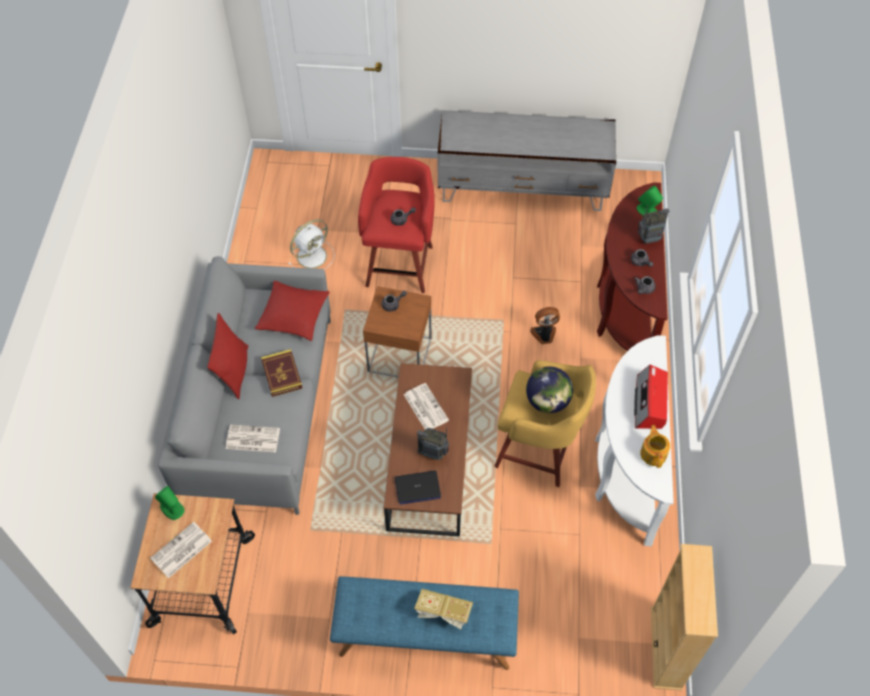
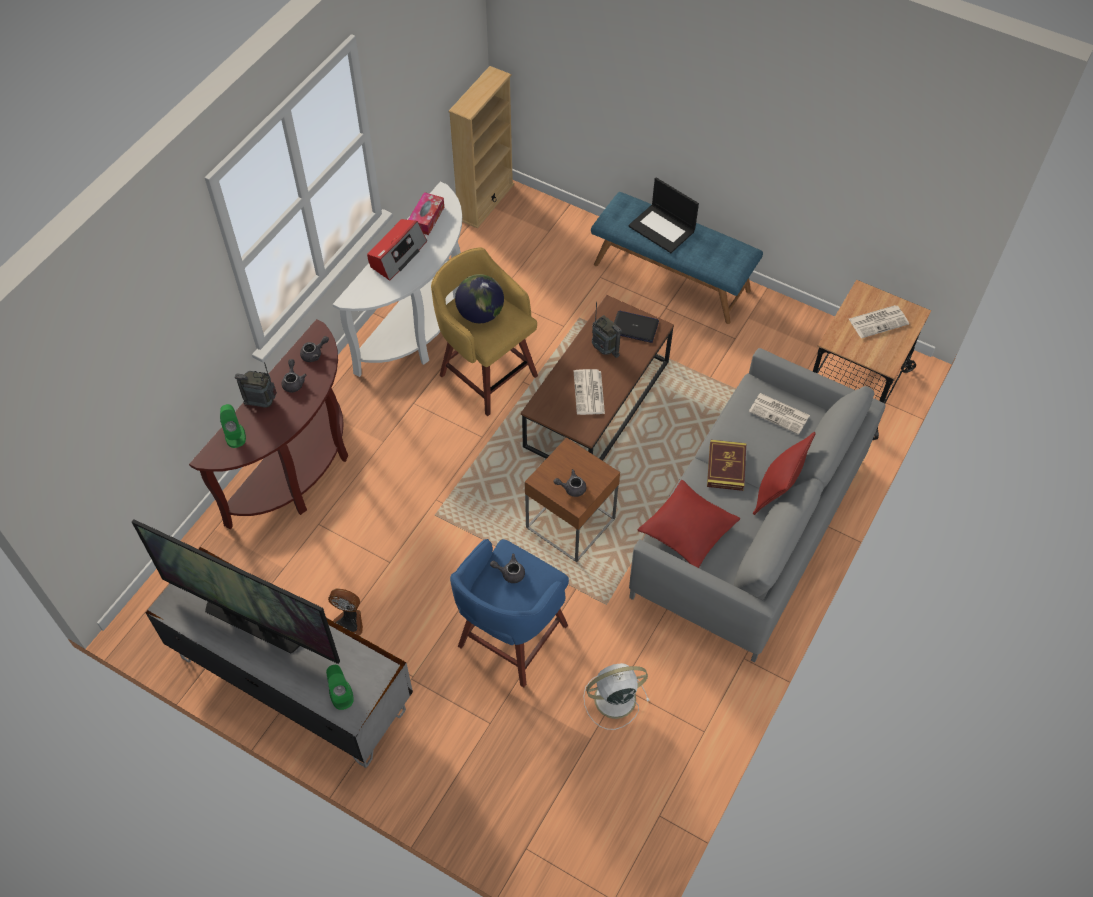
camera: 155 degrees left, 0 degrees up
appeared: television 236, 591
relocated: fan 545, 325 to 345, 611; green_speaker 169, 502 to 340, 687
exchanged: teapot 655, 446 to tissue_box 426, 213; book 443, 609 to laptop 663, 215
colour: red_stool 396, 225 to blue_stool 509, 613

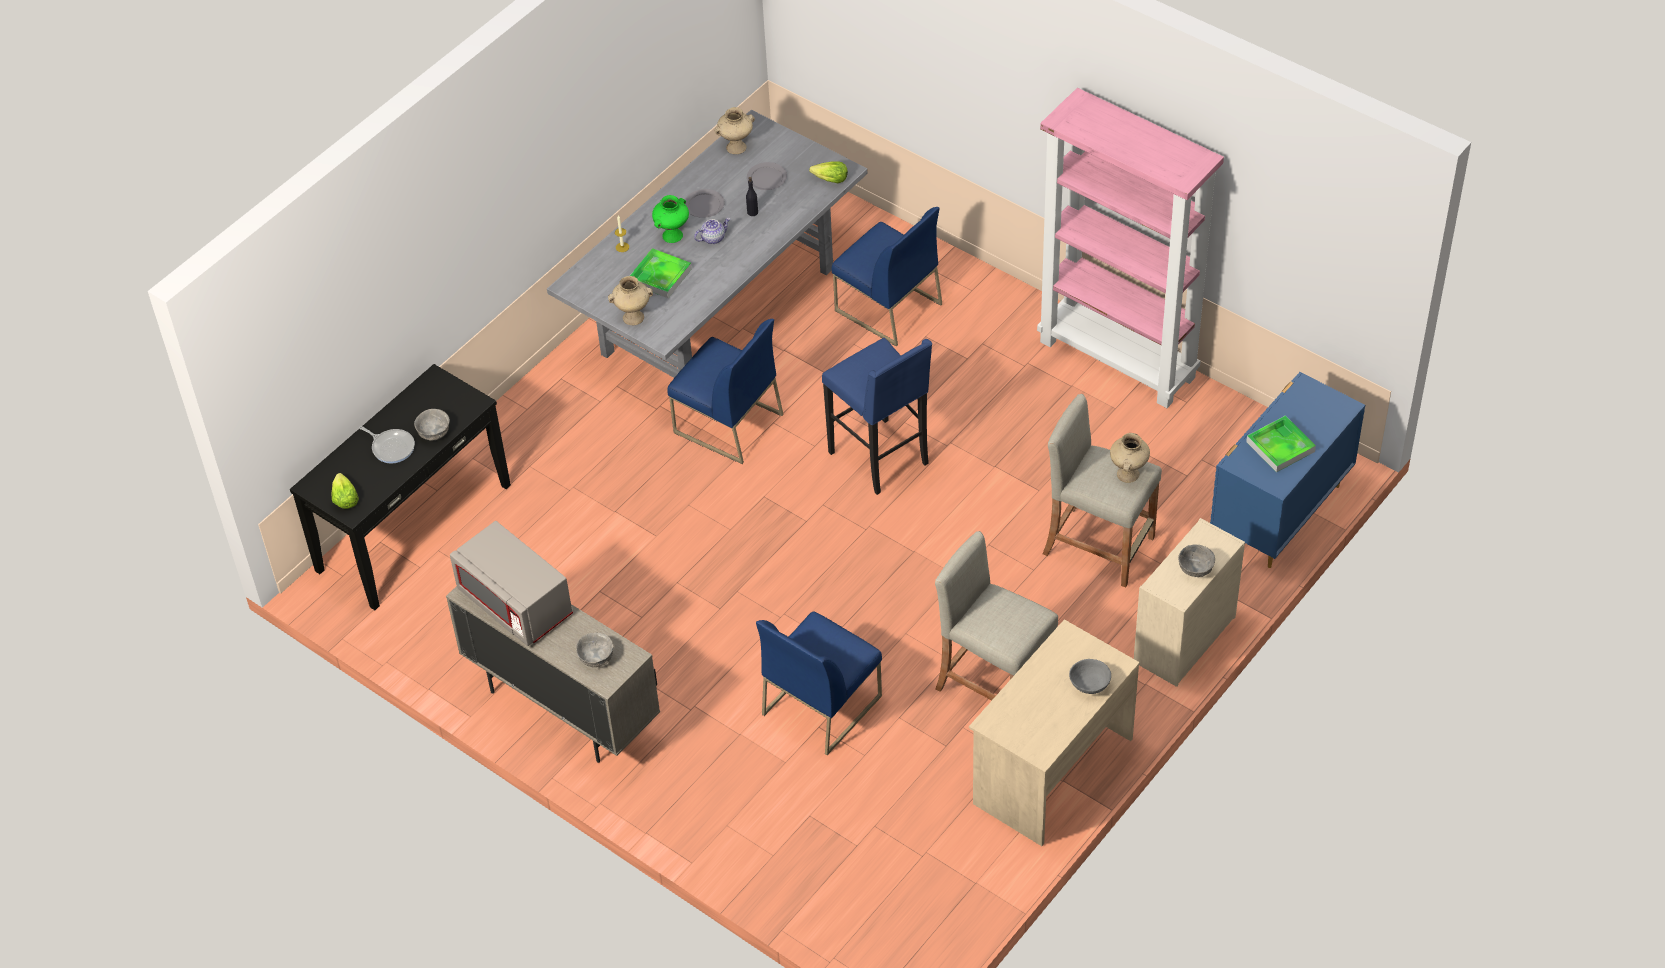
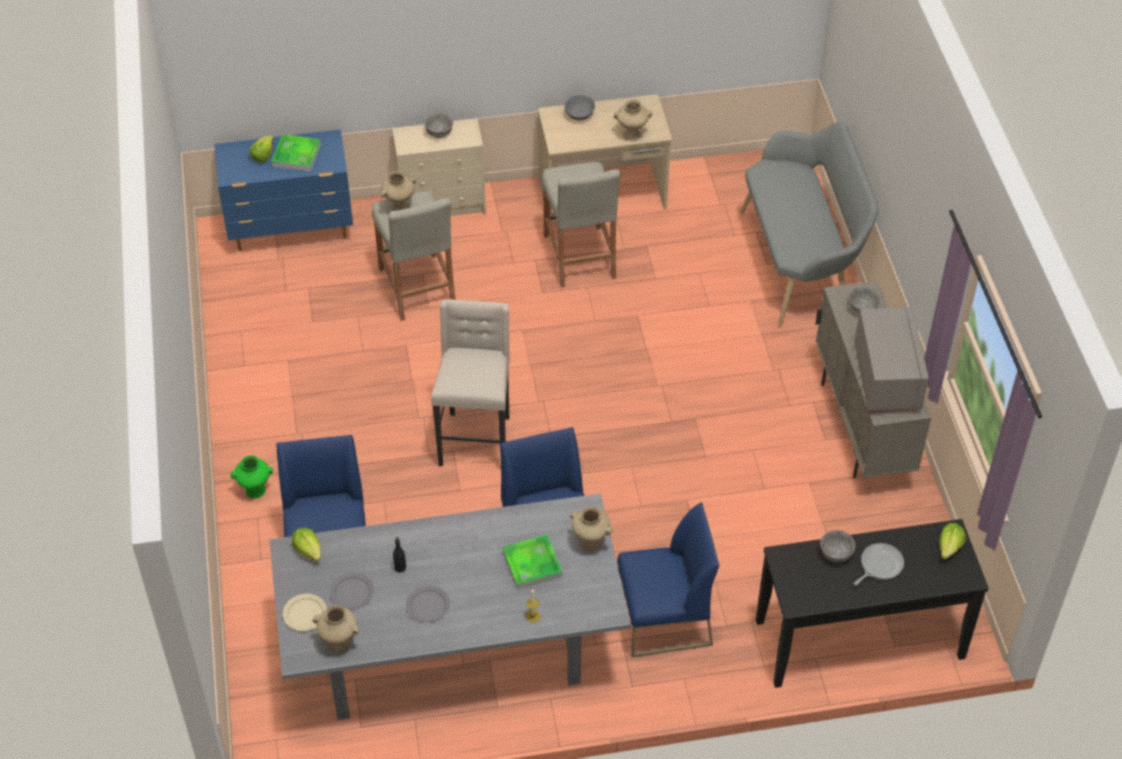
camera: 140 degrees left, 0 degrees up
missing: pink_bookcase 1130, 248; teapot 712, 231
appeared: beige_vase 633, 120; grey_bench 809, 224; lettuce 261, 149; beige_plate 305, 612
relocated: green_vase 670, 219 to 252, 477; blue_chair 819, 683 to 668, 579
colour: blue_stool 877, 416 to beige_stool 470, 382
spun: frying_pan 387, 444 = 879, 564 60 degrees clockwise

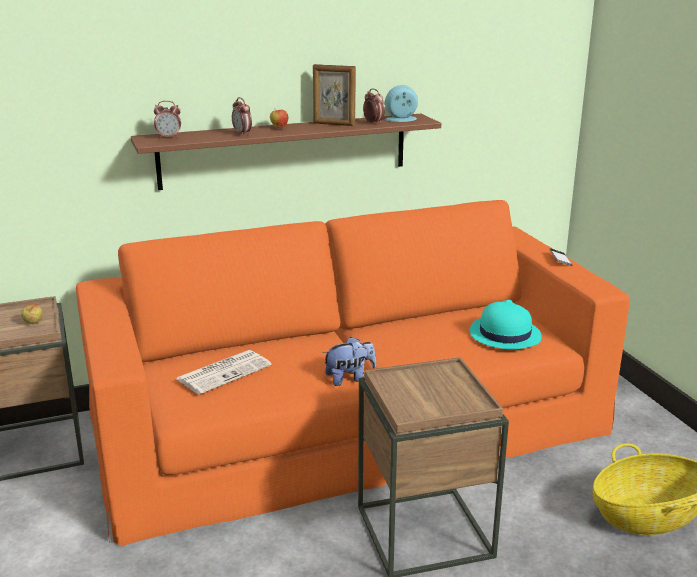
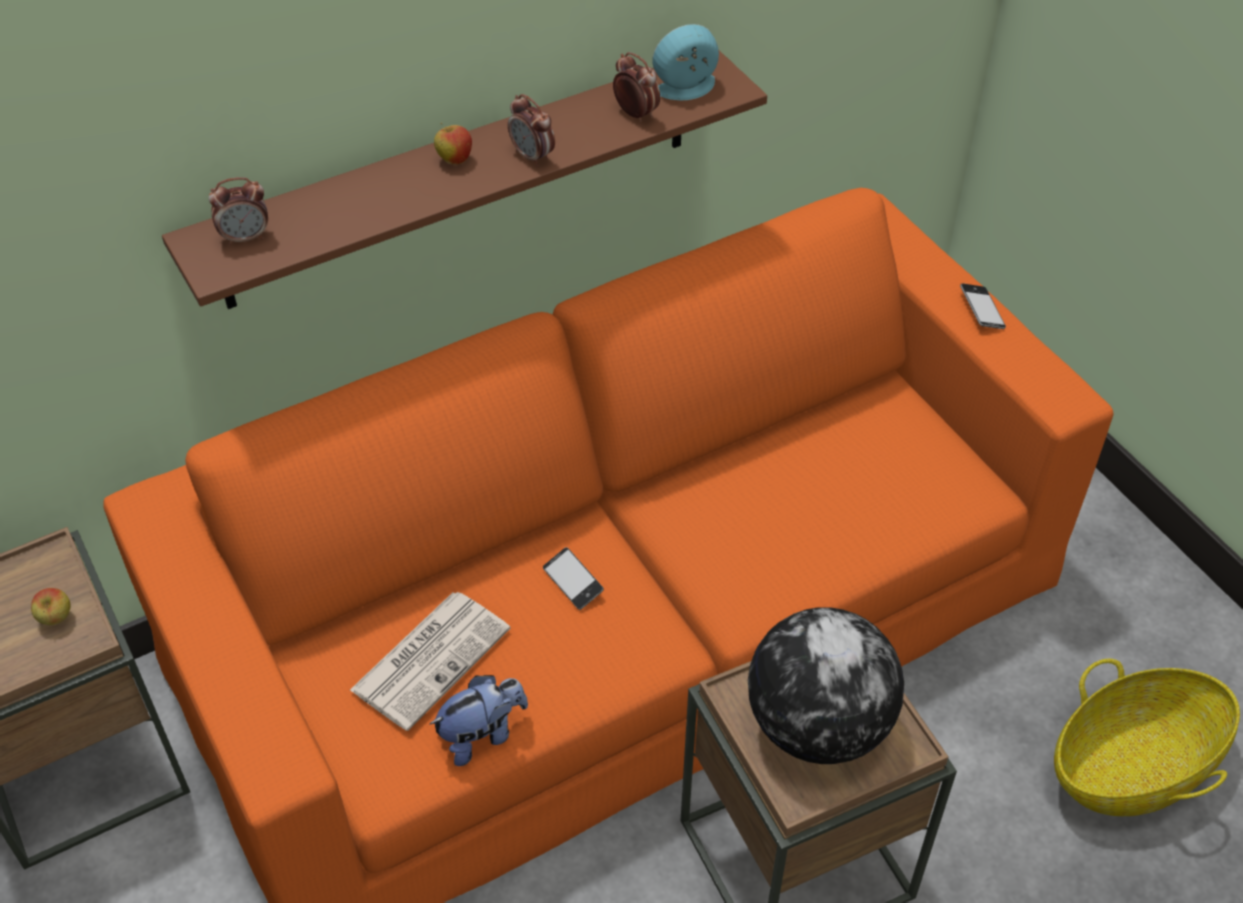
camera: 10 degrees left, 25 degrees up
missing: picture_frame 334, 95; turquoise_hat 505, 324
appeared: phone 573, 578; globe 826, 685
relocated: alarm_clock 242, 116 to 531, 130; plush_toy 349, 361 to 478, 720

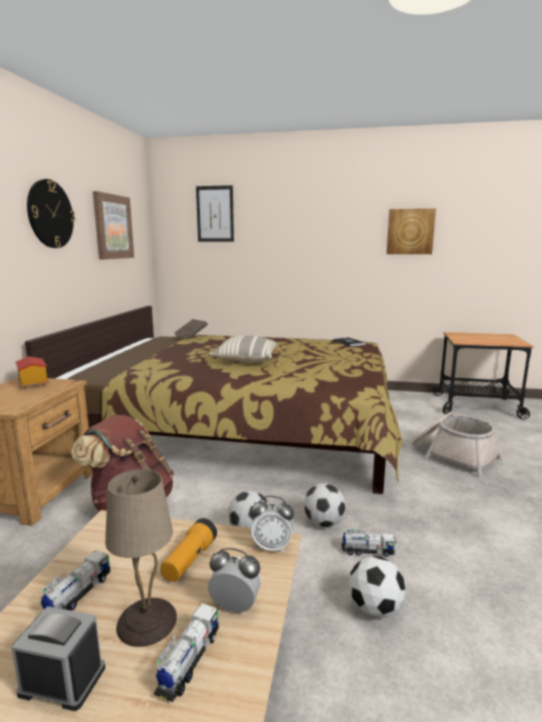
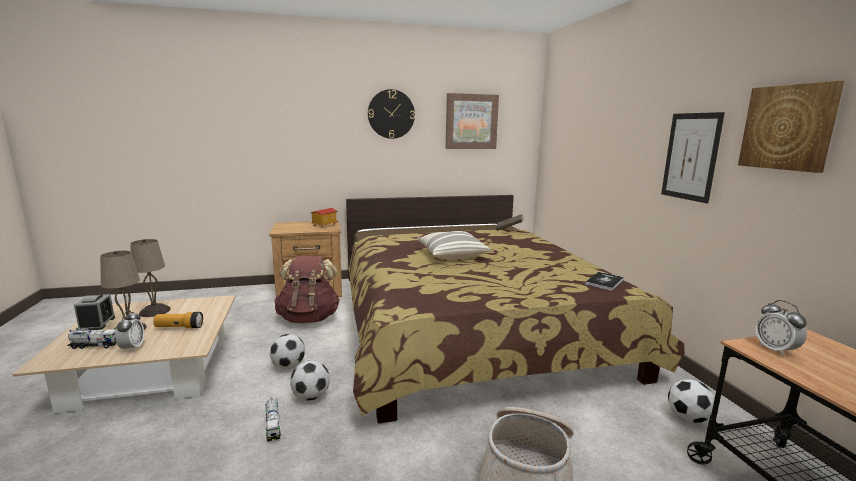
camera: 65 degrees right, 0 degrees up
relocated: picture 215, 213 to 693, 158; alarm_clock 272, 524 to 781, 328; football 377, 587 to 691, 401
exchanged: toy_truck 76, 580 to beige_table_lamp 150, 278

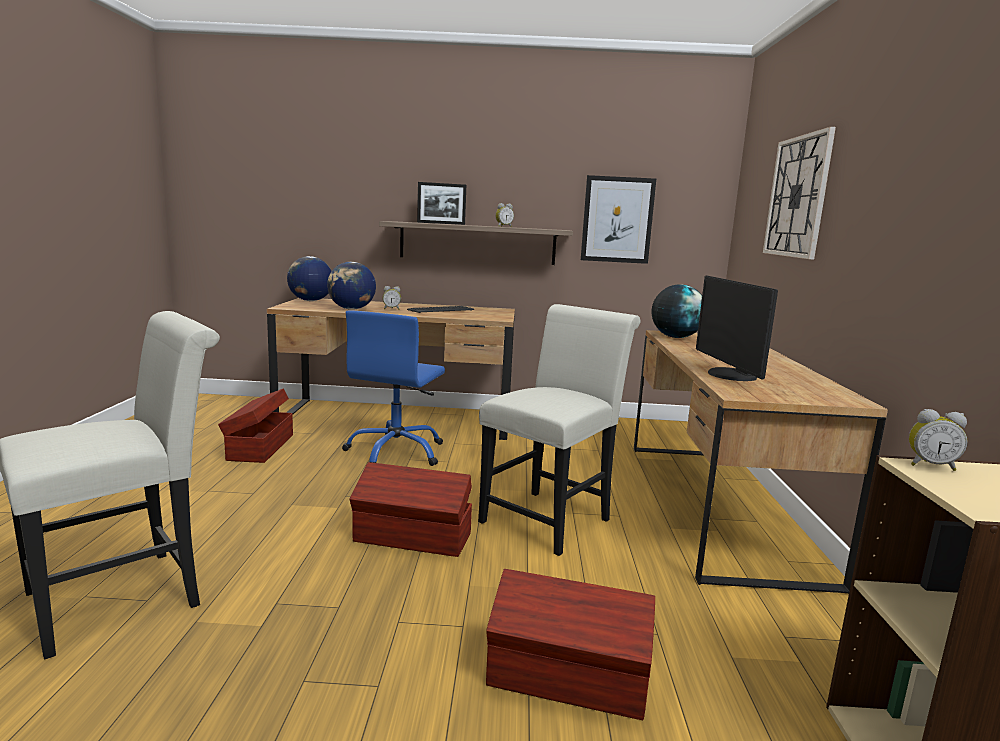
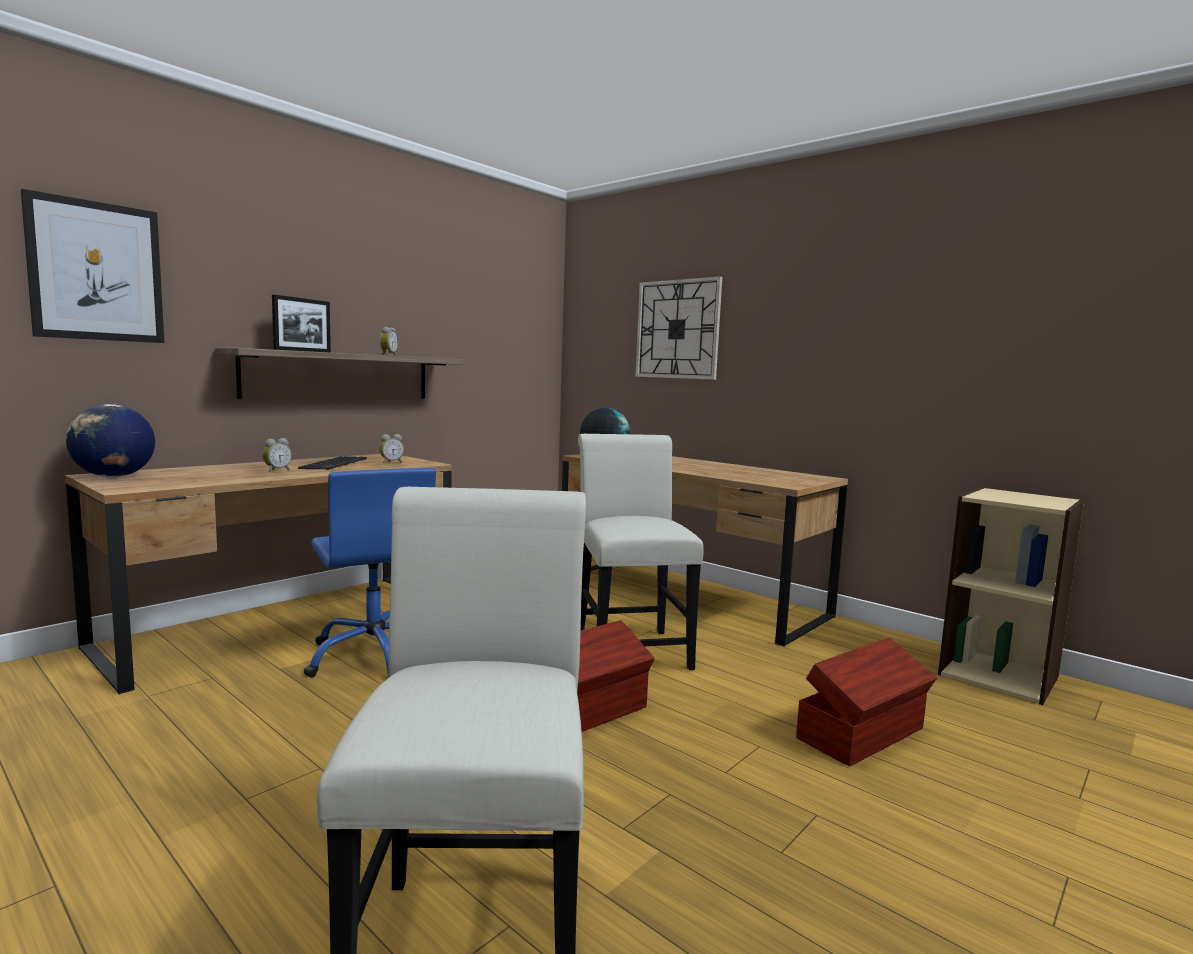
camera: 50 degrees left, 5 degrees down
missing: globe 351, 286; monitor 737, 328; brown_storage_box 255, 425
relocated: picture 618, 219 to 92, 266; alarm_clock 938, 440 to 391, 449

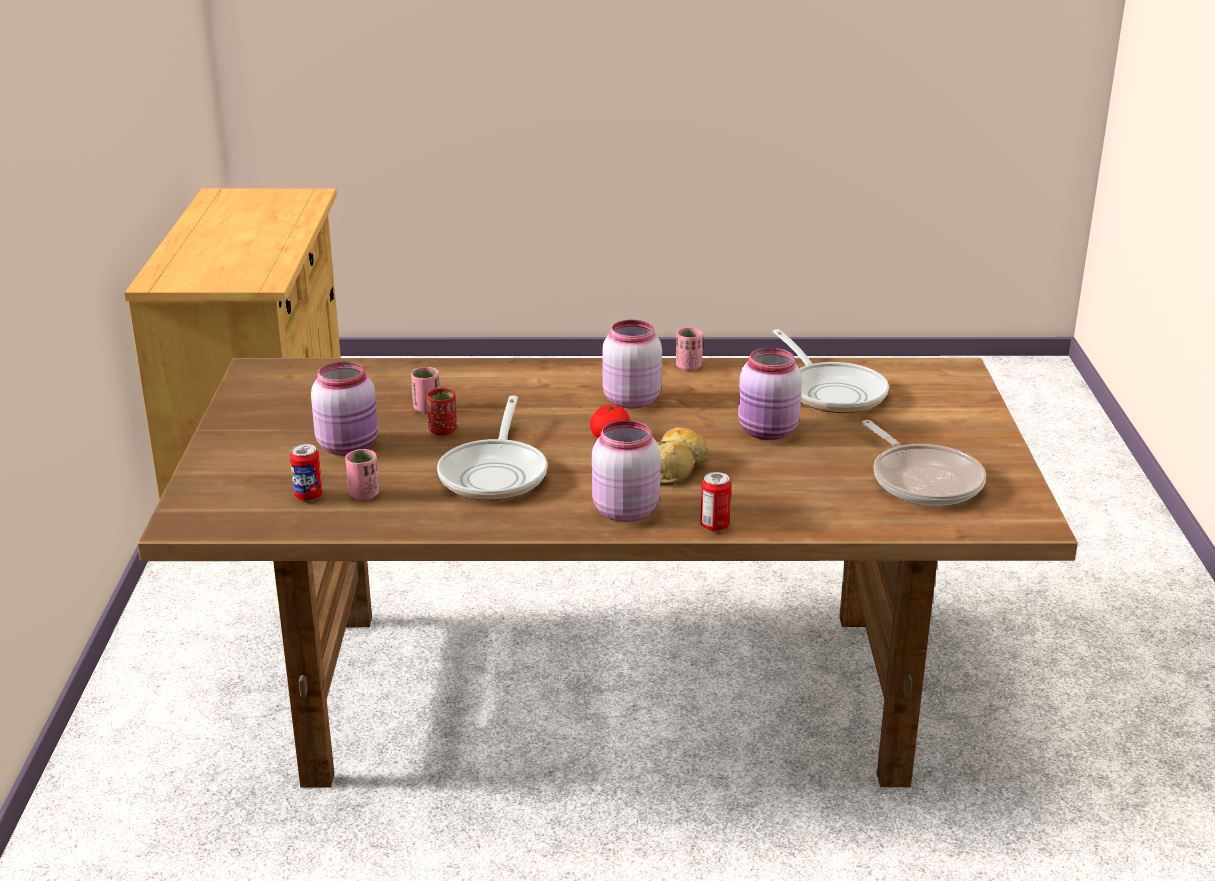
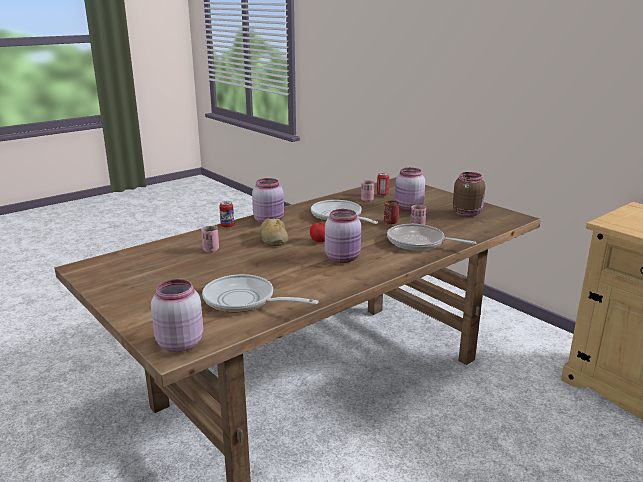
camera: 140 degrees right, 5 degrees down
appeared: brown_jar 469, 194
relocated: pink_cup 689, 349 to 210, 239; pink_jar 770, 394 to 177, 315; frying_pan 924, 463 to 431, 237

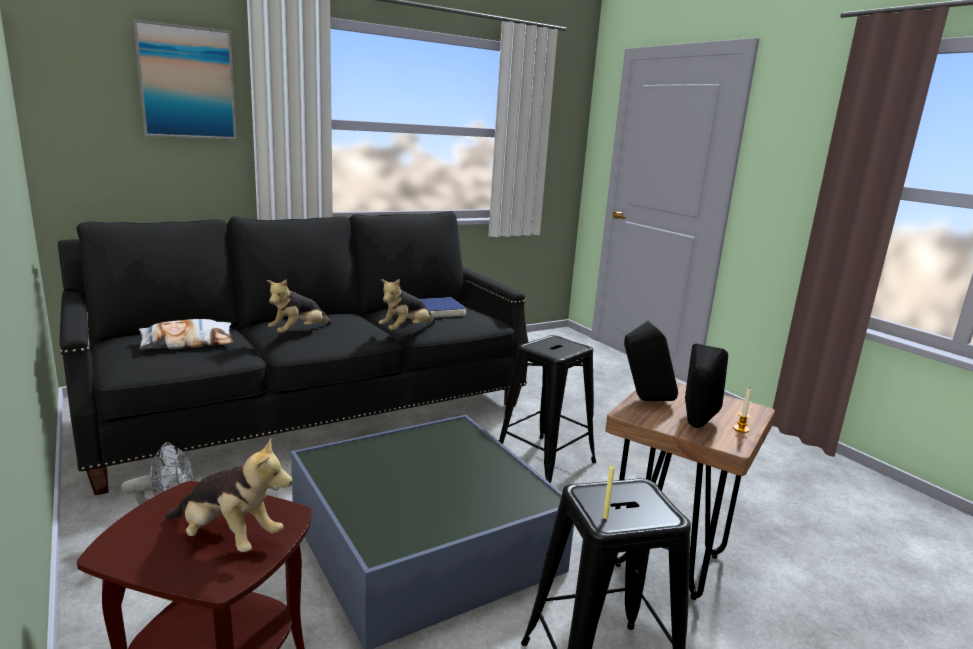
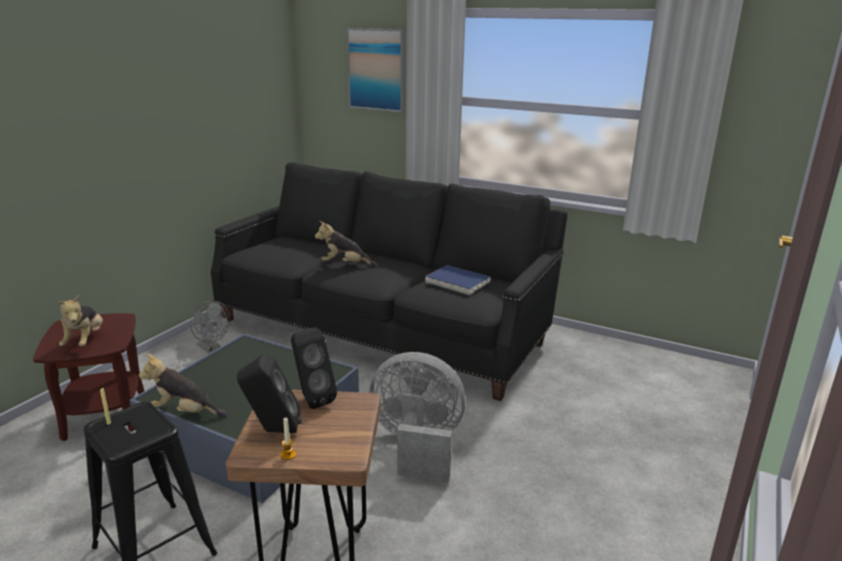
camera: 60 degrees right, 5 degrees up
missing: pillow 186, 334
relocated: plush_toy 407, 304 to 183, 385
exchanged: black_stool 547, 409 to grey_fan 417, 417

